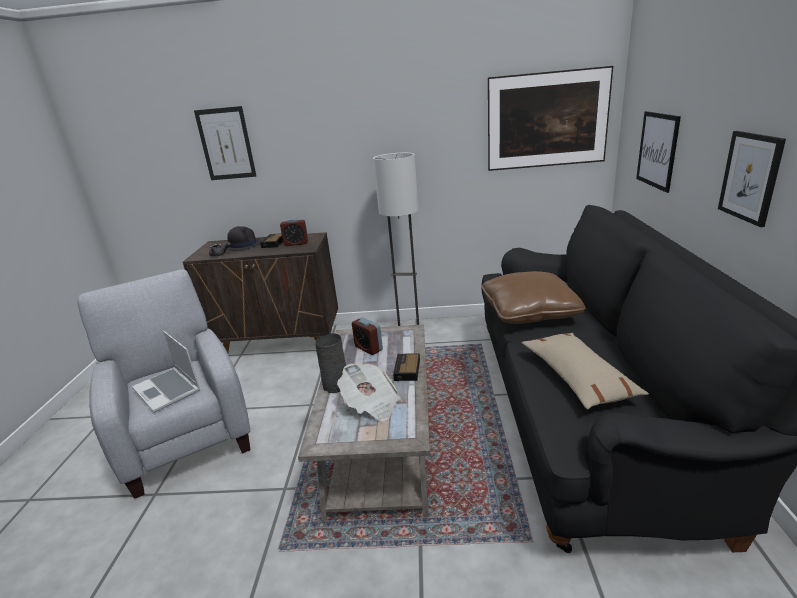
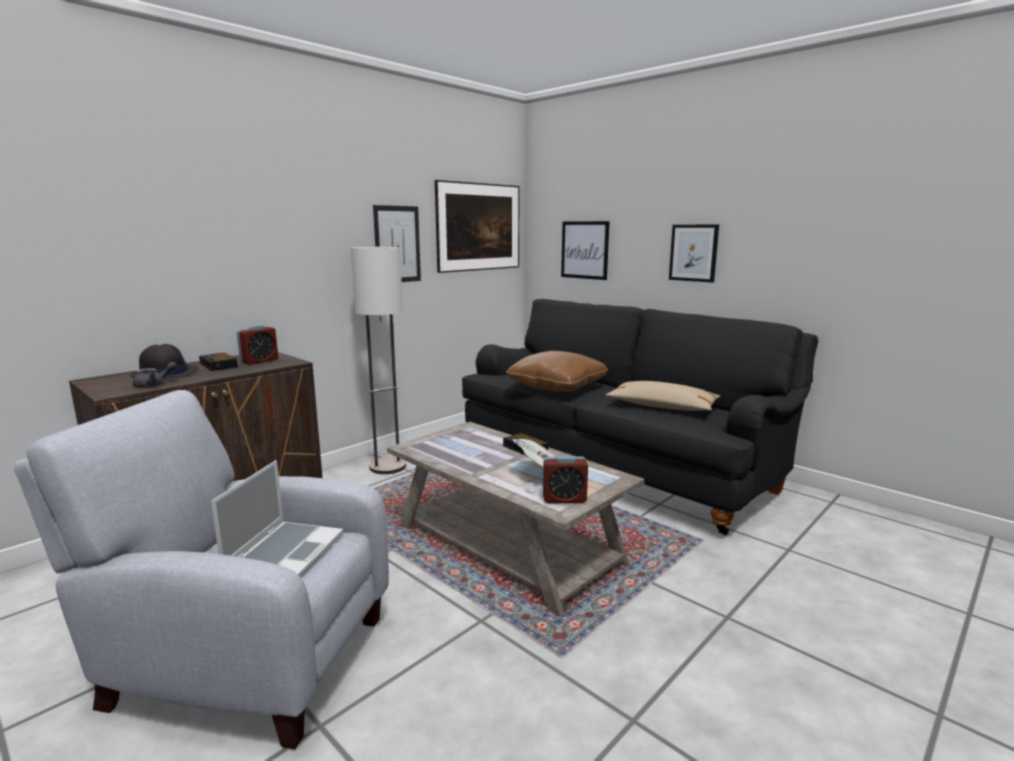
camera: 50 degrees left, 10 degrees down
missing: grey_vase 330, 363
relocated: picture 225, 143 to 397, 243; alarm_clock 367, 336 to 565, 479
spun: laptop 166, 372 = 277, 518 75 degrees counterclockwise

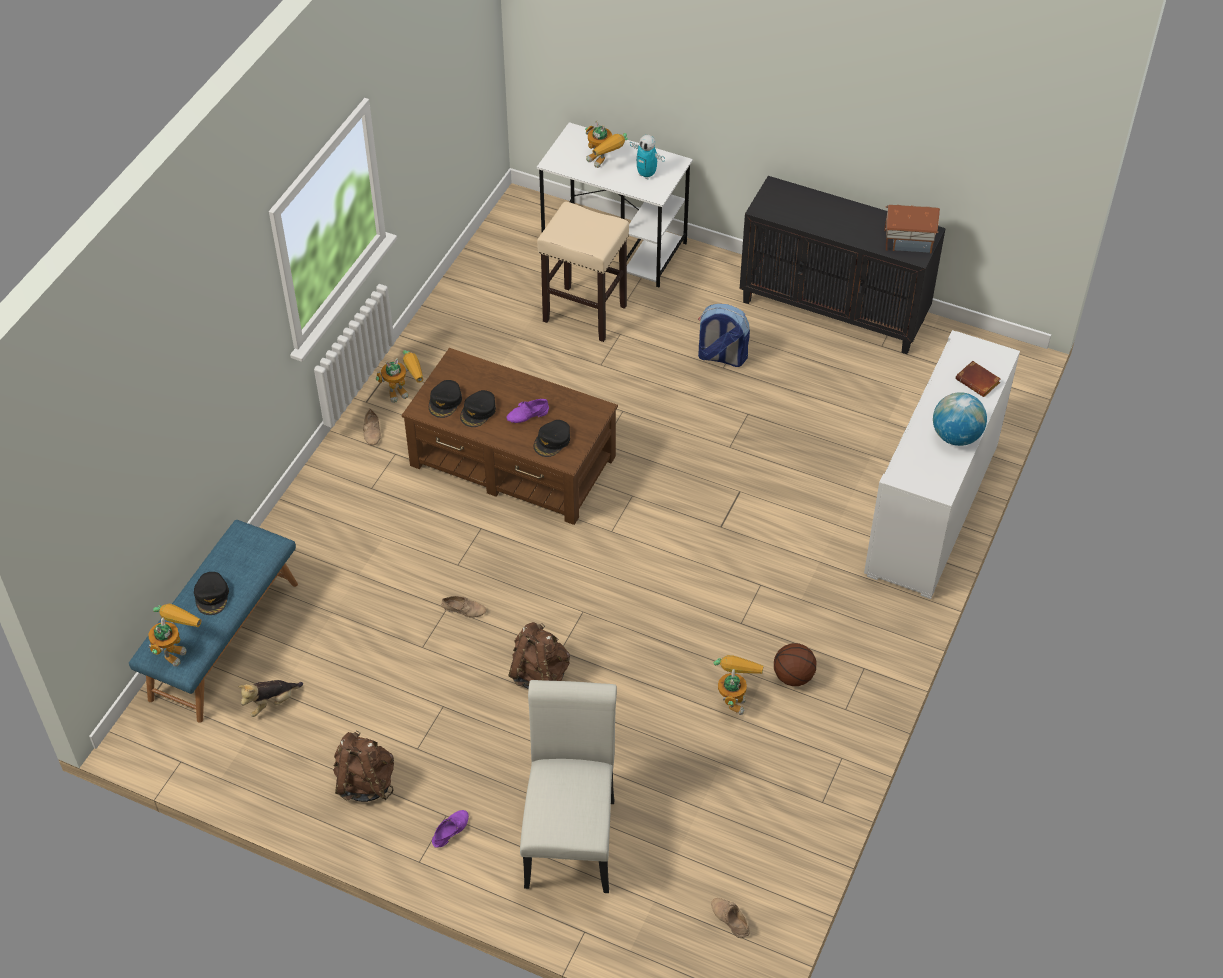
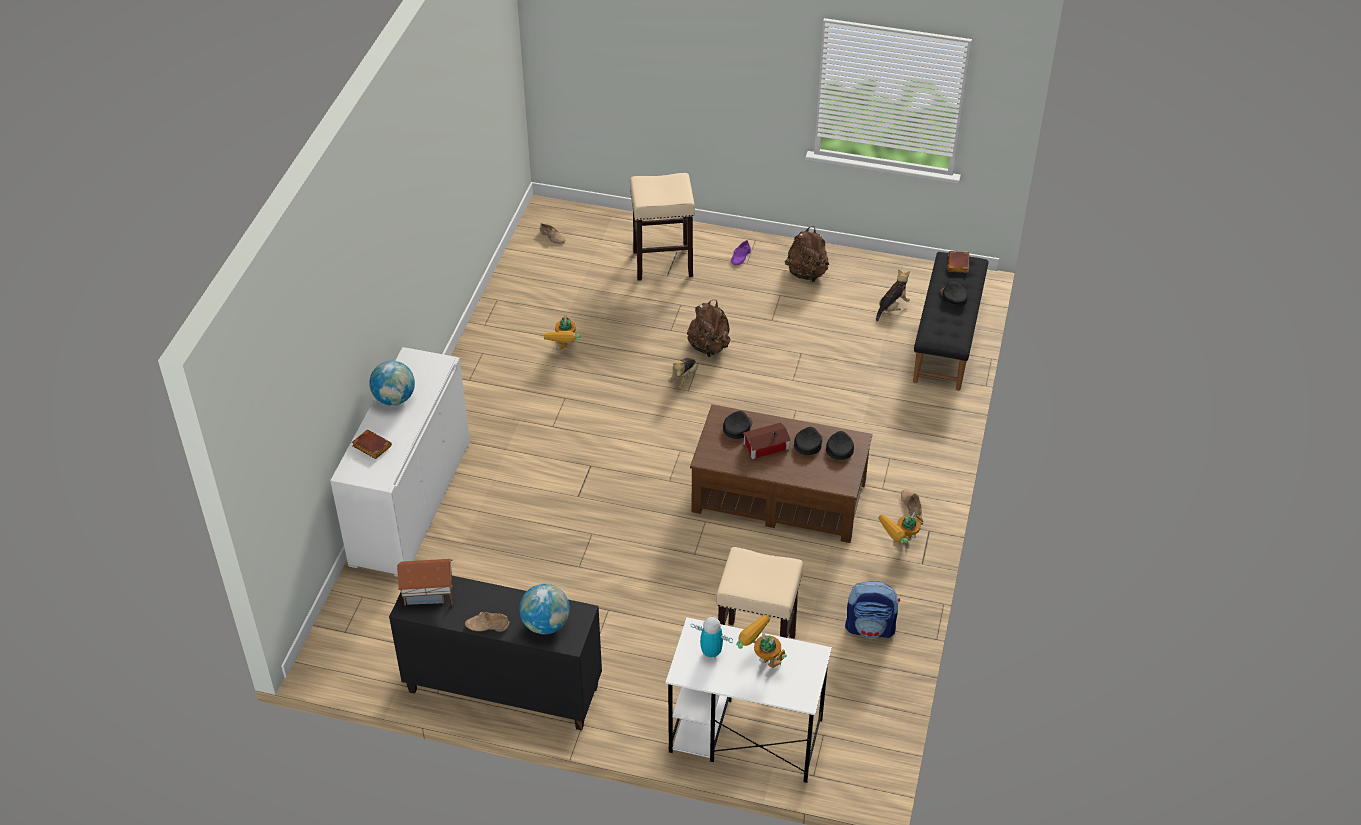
camera: 170 degrees right, 5 degrees down
missing: basketball 795, 664
appeared: plush_toy 682, 373; globe 544, 609
relocated: backpack 724, 335 to 872, 609; beige_shoe 463, 607 to 487, 621
exchanged: purple_shoe 528, 411 to toy_house 767, 440; toy_robot 175, 635 to brown_book 958, 262; white_chair 568, 786 to beige_stool 662, 227
colour: blue_bench 213, 621 to black_bench 951, 321

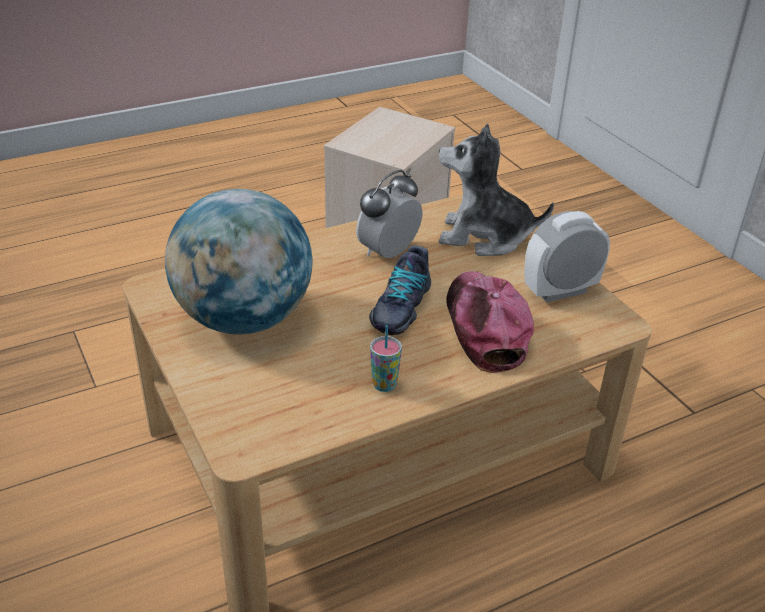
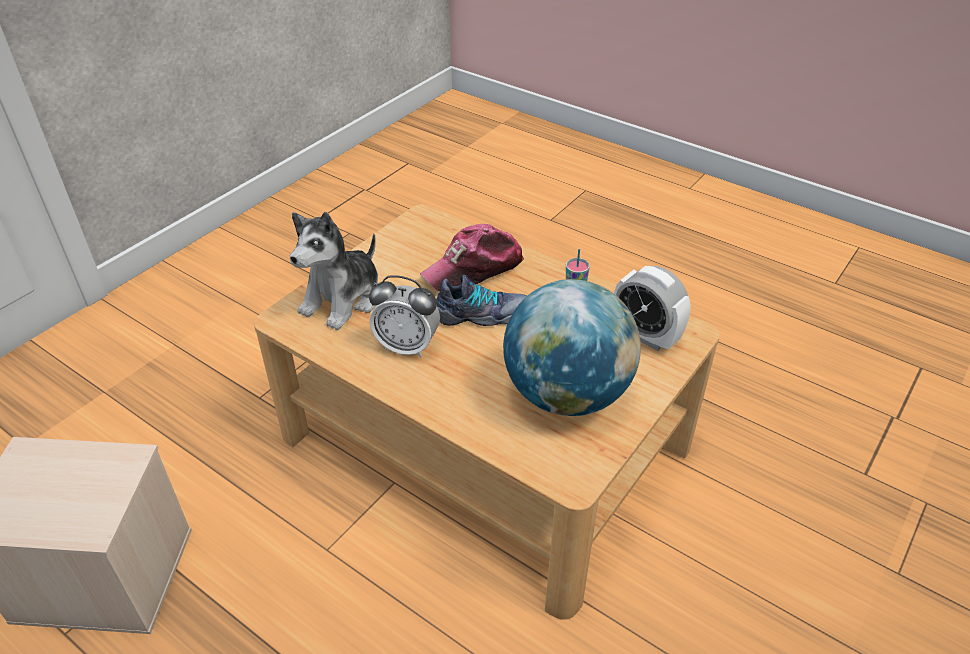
camera: 115 degrees left, 5 degrees up
relocated: alarm_clock 567, 256 to 652, 308
spun: plush_toy 496, 189 = 334, 271 45 degrees clockwise

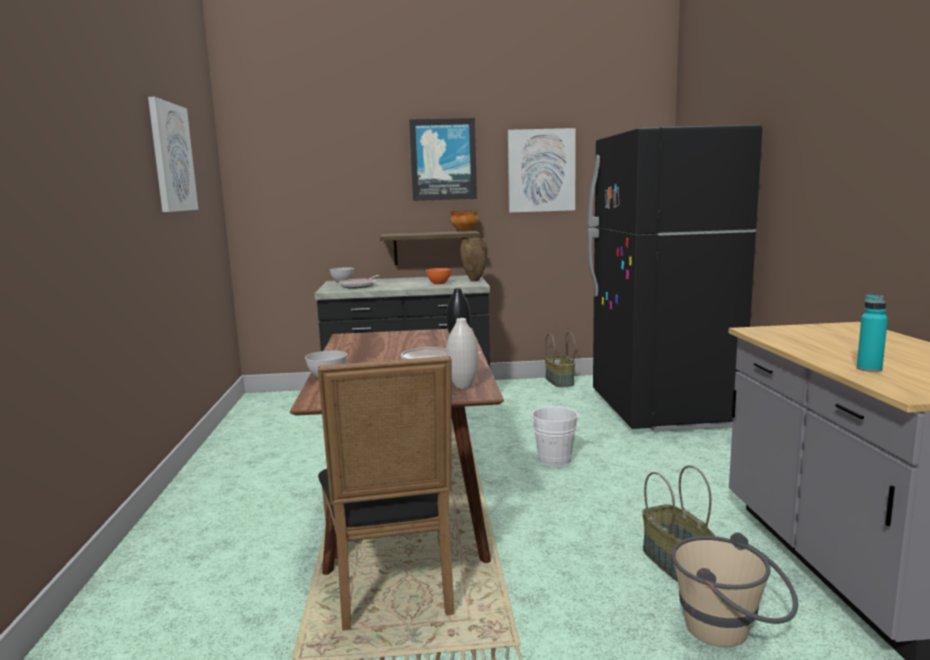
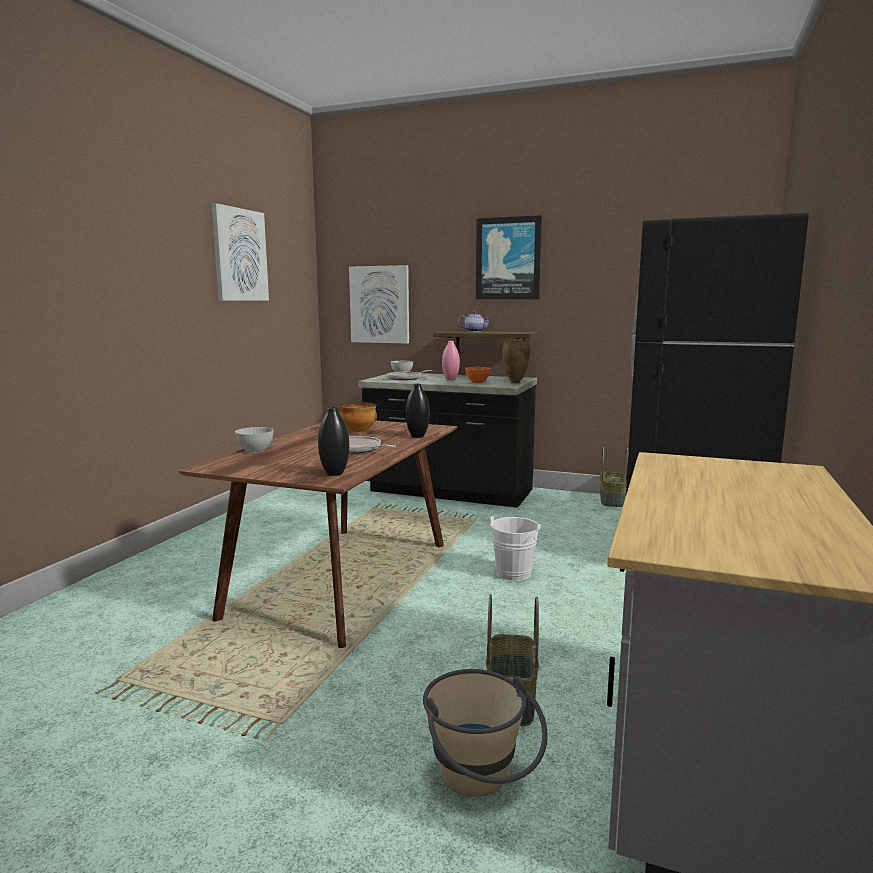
camera: 25 degrees right, 0 degrees up
missing: turquoise_bottle 872, 333; black_chair 386, 493
appeared: teapot 474, 321; pink_vase 451, 361
relocated: picture 542, 170 to 379, 304; bowl 464, 221 to 358, 417
colour: white_vase 462, 353 to black_vase 333, 441

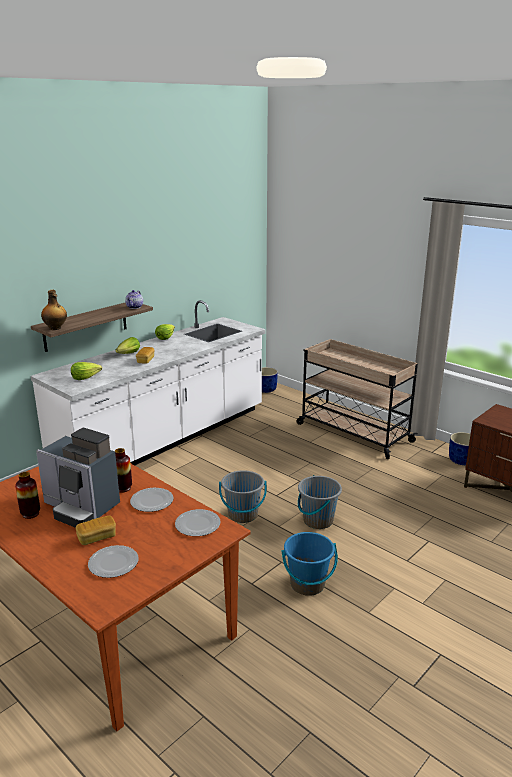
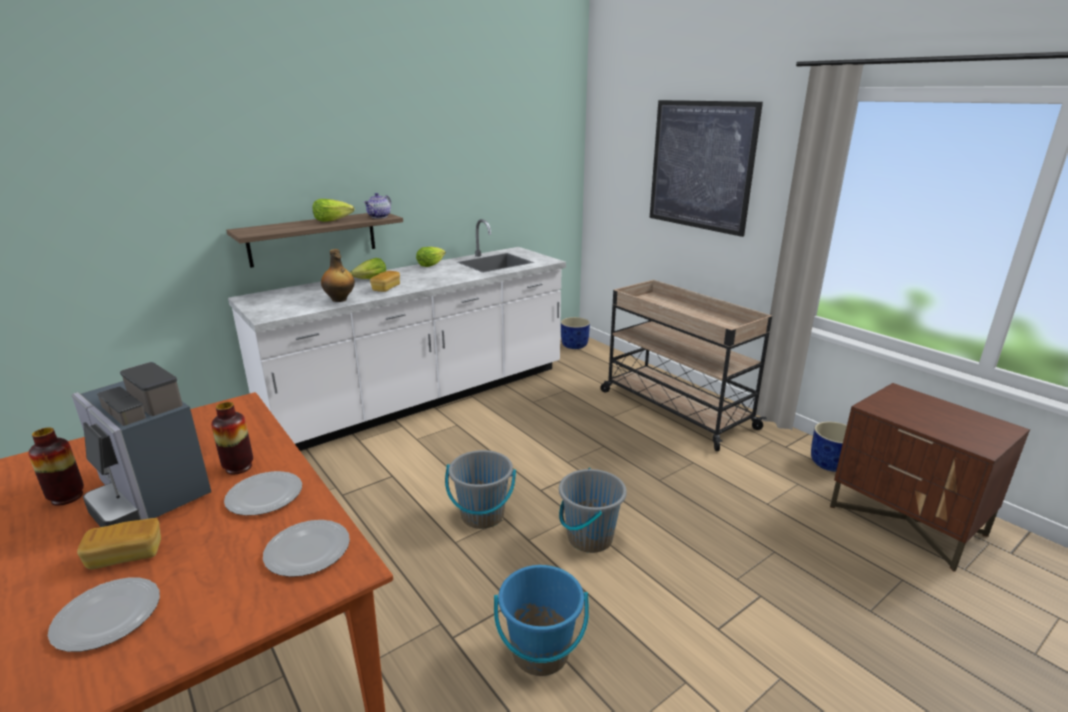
camera: 10 degrees right, 0 degrees up
appeared: picture 706, 168
relocated: bottle 54, 310 to 338, 275; lettuce 86, 371 to 334, 210

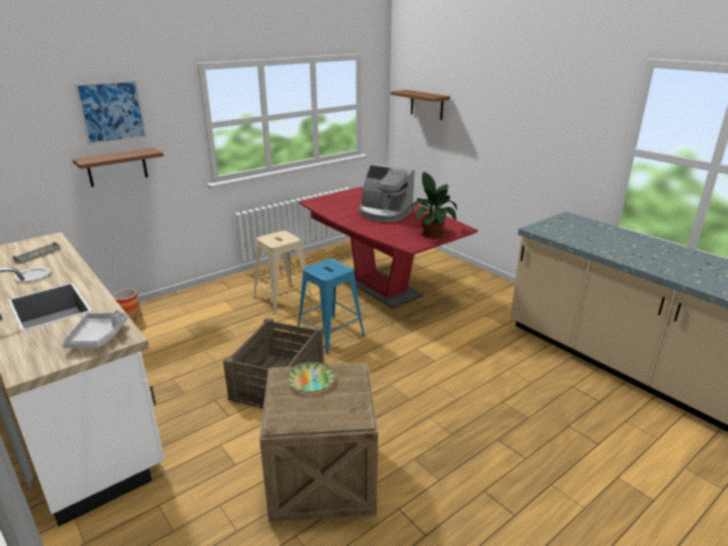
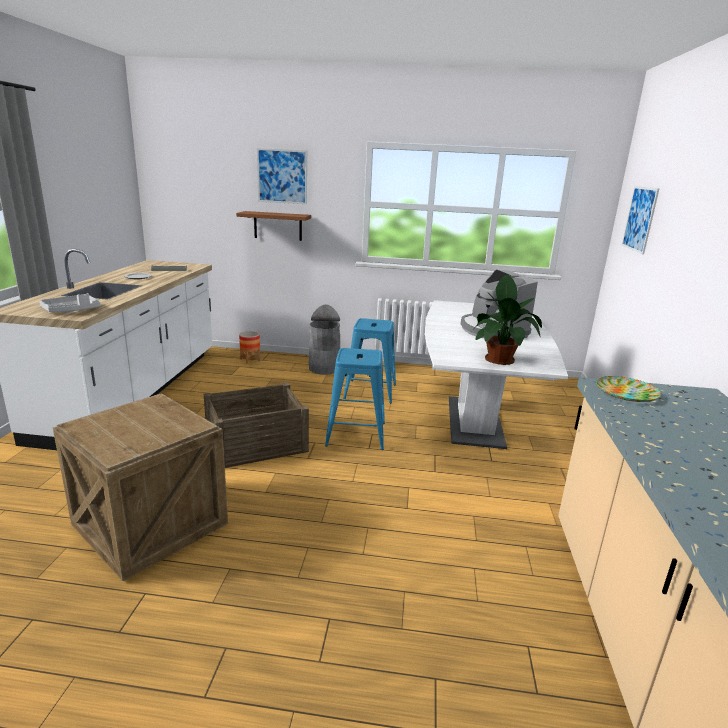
camera: 45 degrees right, 5 degrees down
appeared: grey_trash_can 324, 340
relocated: plate 311, 377 to 628, 389
exchanged: brown_shelf 420, 105 to picture 640, 220
colour: red_dining_table 388, 247 to white_dining_table 496, 374; beige_stool 283, 272 to blue_stool 369, 361

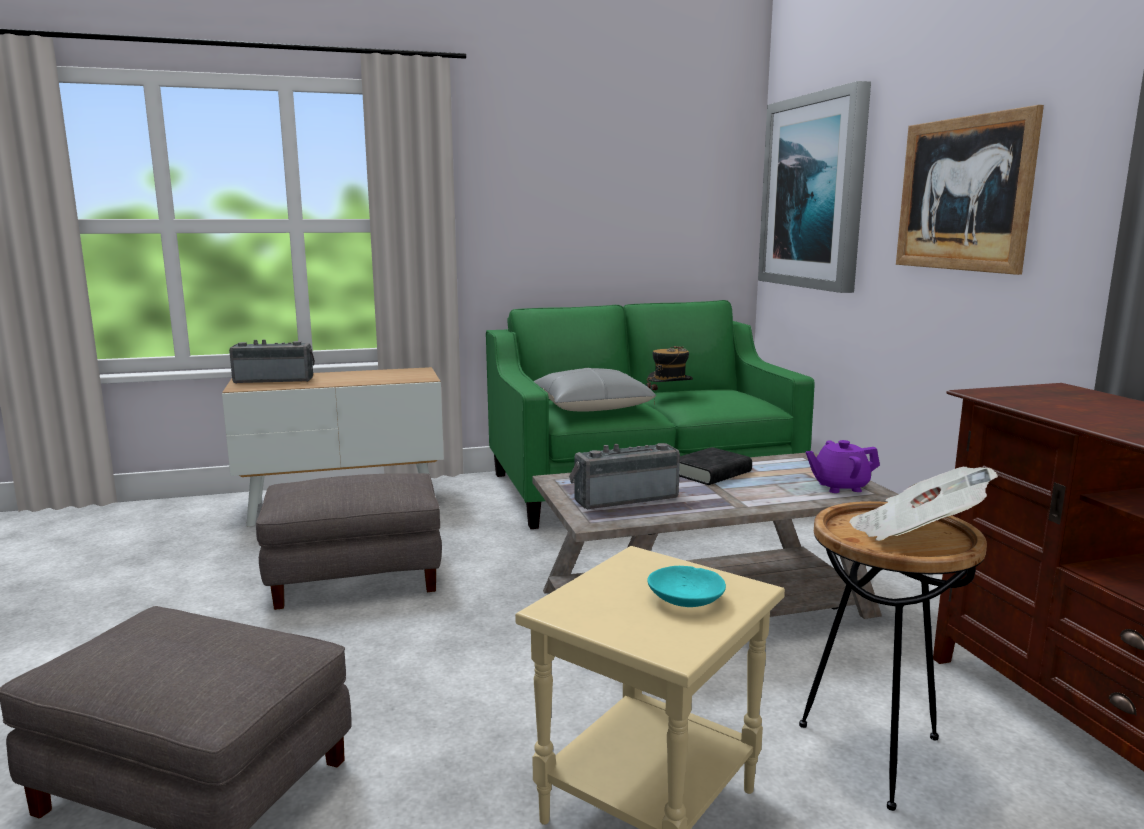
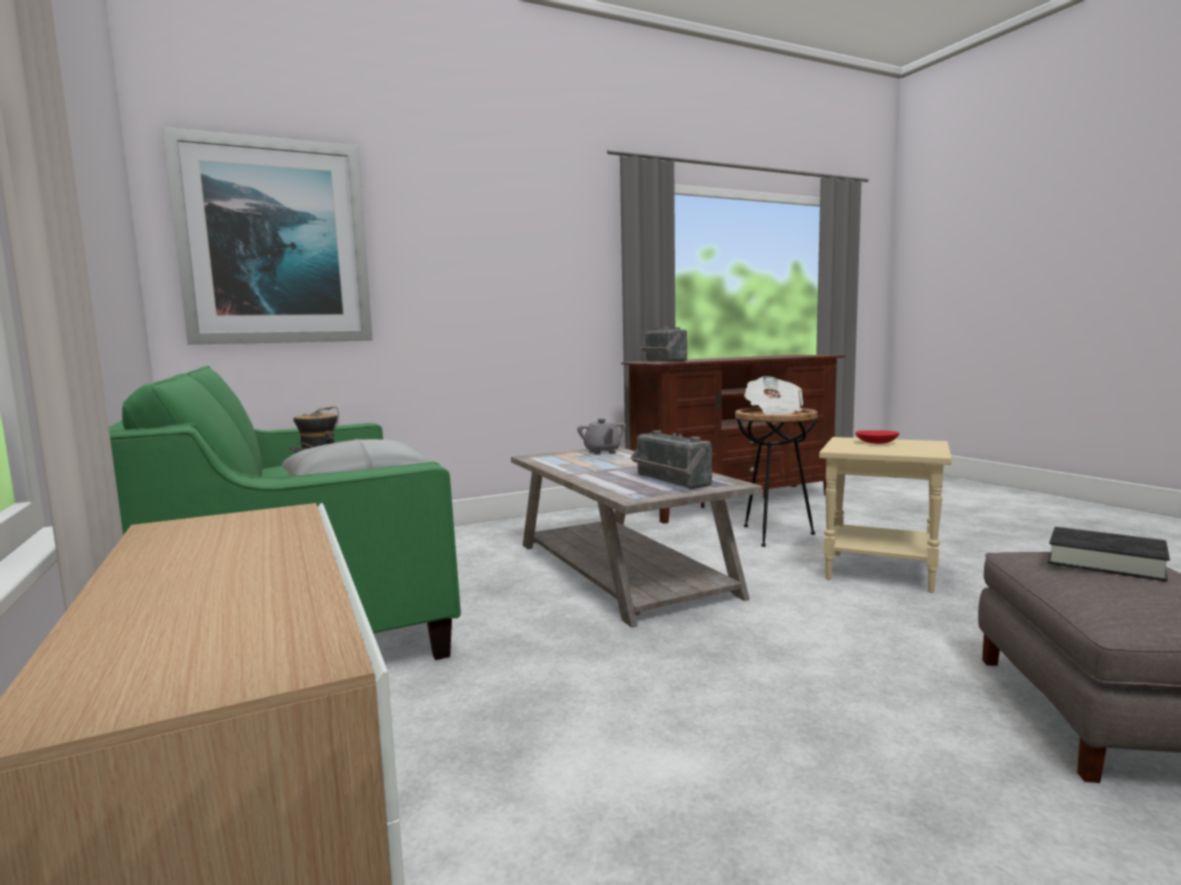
camera: 100 degrees left, 5 degrees down
missing: picture 970, 190; grey_ottoman 349, 541
relocated: radio 272, 362 to 664, 344; black_book 715, 466 to 1109, 554
colour: purple_teapot 843, 466 to grey_teapot 601, 436; turquoise_bowl 686, 586 to red_bowl 877, 437

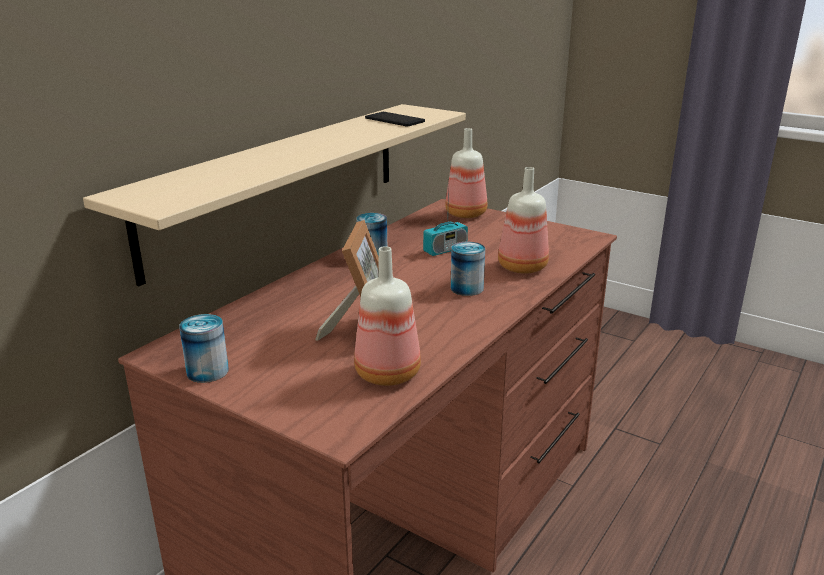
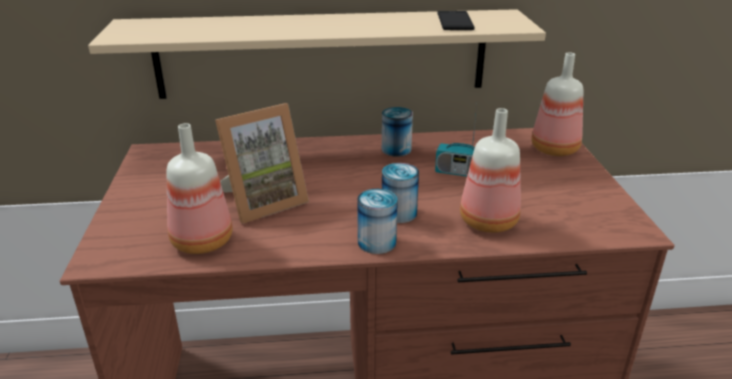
camera: 50 degrees right, 5 degrees up
relocated: can 204, 348 to 377, 221

